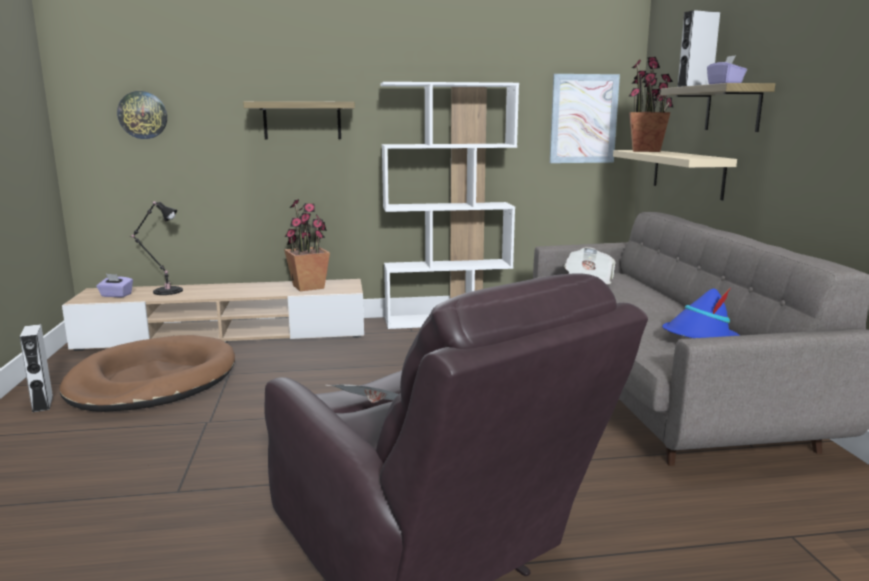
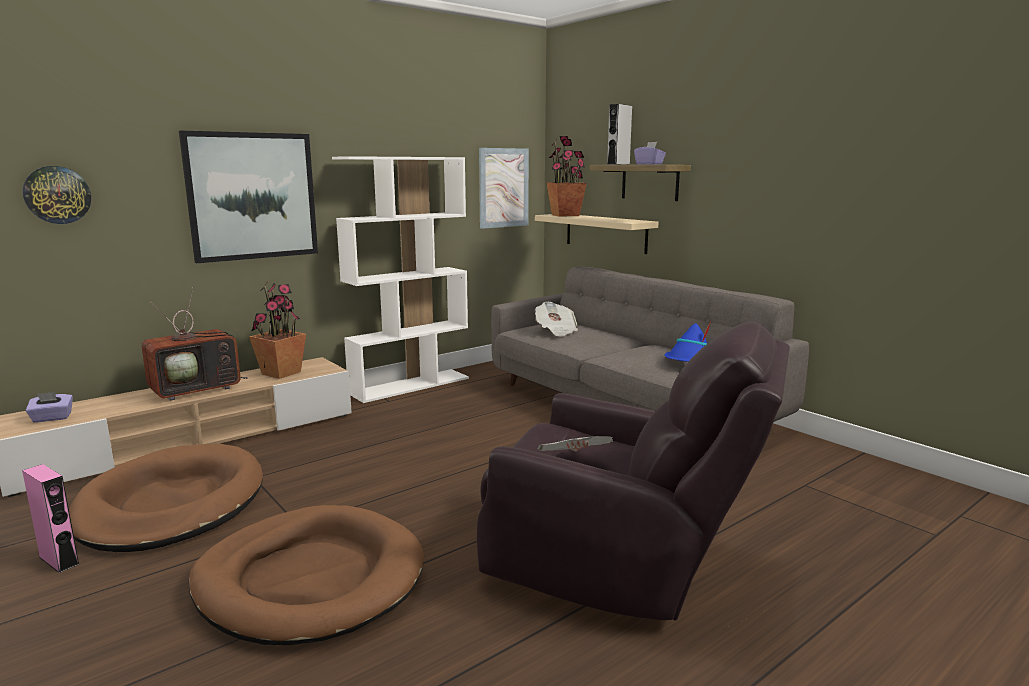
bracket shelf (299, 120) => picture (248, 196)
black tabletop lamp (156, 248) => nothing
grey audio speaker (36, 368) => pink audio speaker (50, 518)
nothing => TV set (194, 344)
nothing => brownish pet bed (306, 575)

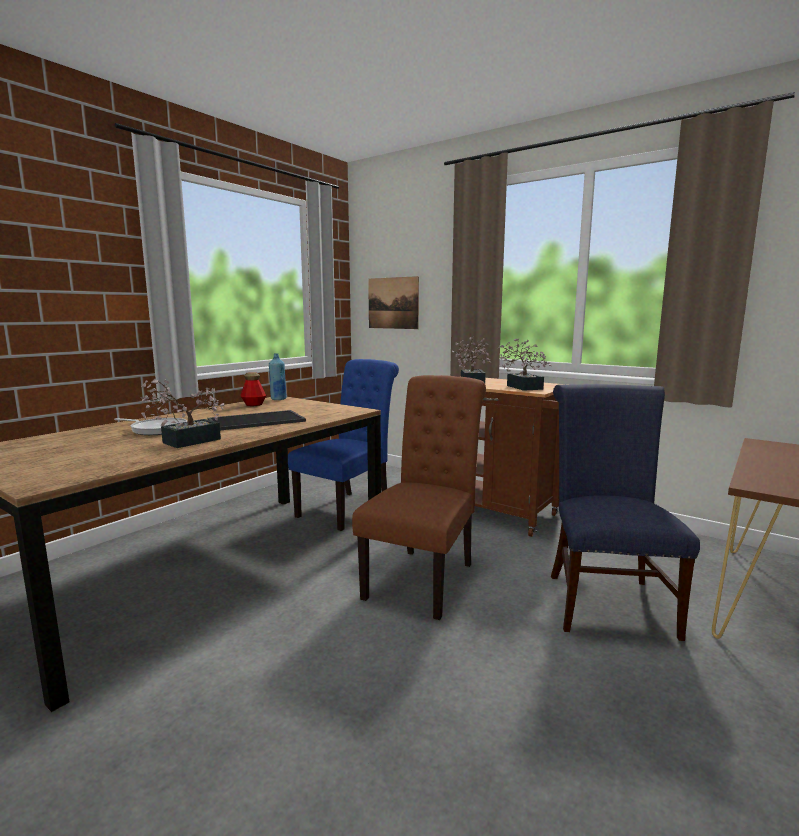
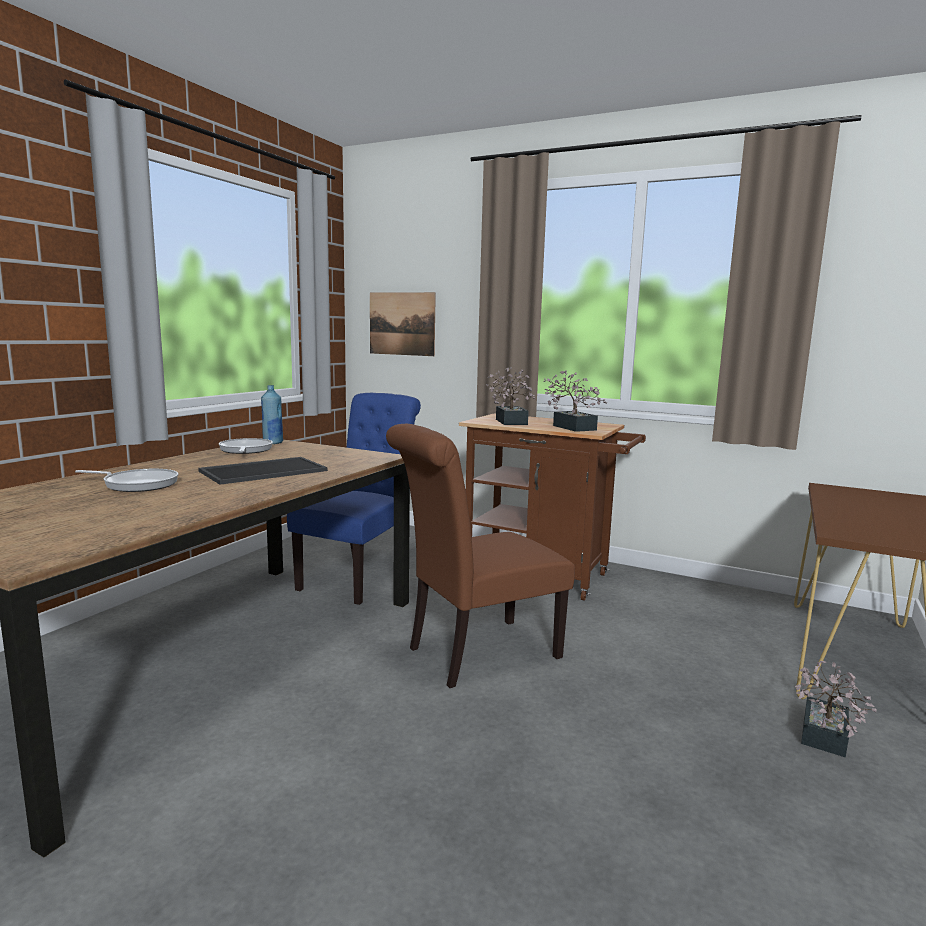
beverage bottle (253, 389) => skillet (246, 446)
brownish chair (419, 497) => brownish chair (480, 556), 135 degrees counterclockwise
potted plant (182, 413) => potted plant (836, 709), moved
blue-coloured chair (625, 512) => nothing

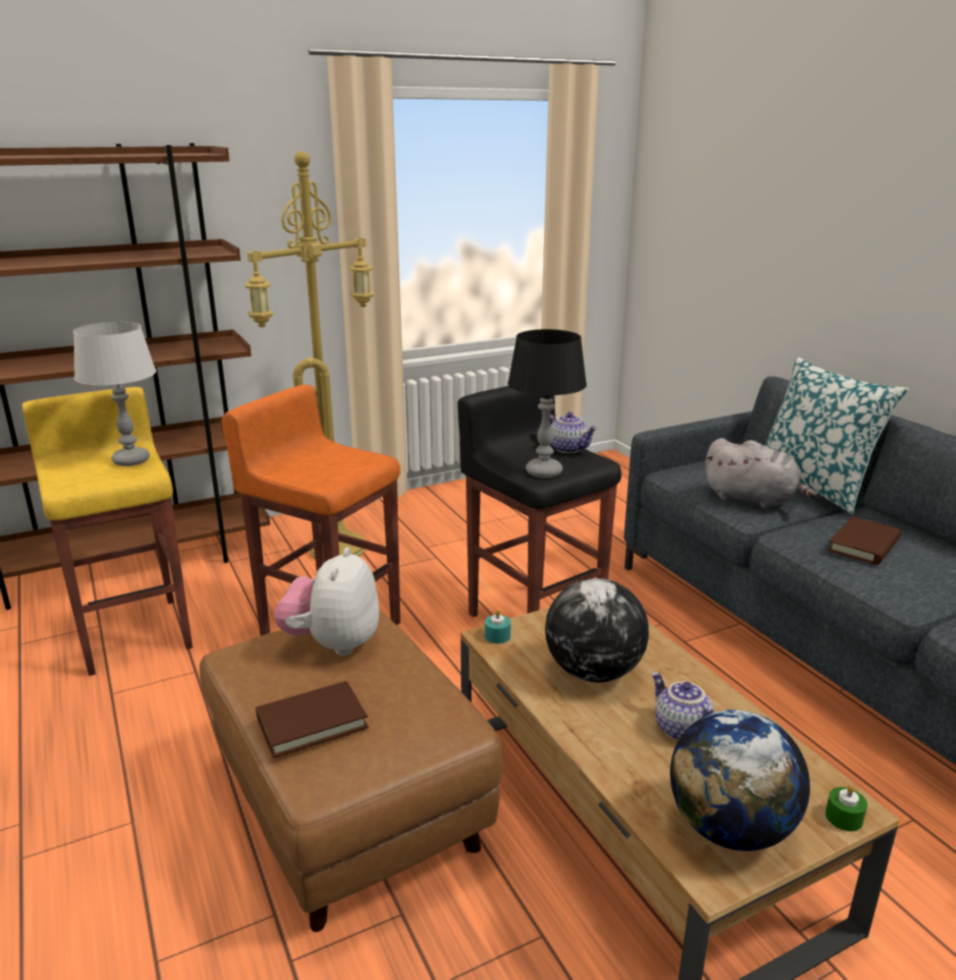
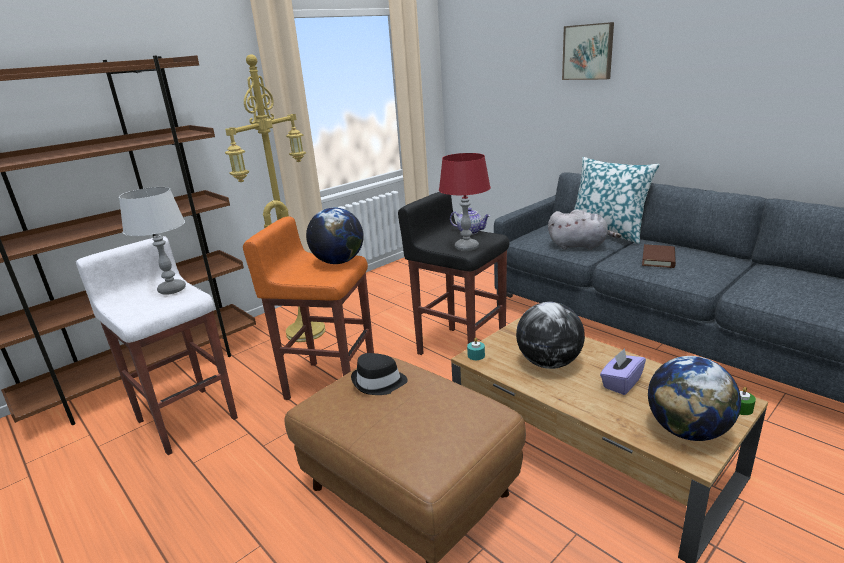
black tabletop lamp (547, 403) => red tabletop lamp (465, 202)
yellowish sitting stool (107, 531) => white sitting stool (157, 345)
soft toy (326, 601) => black wearable hat (379, 374)
tea pot (684, 706) => purple tissue box (623, 371)
brownish book (312, 719) => nothing
nothing => picture (588, 51)
nothing => world globe (335, 235)

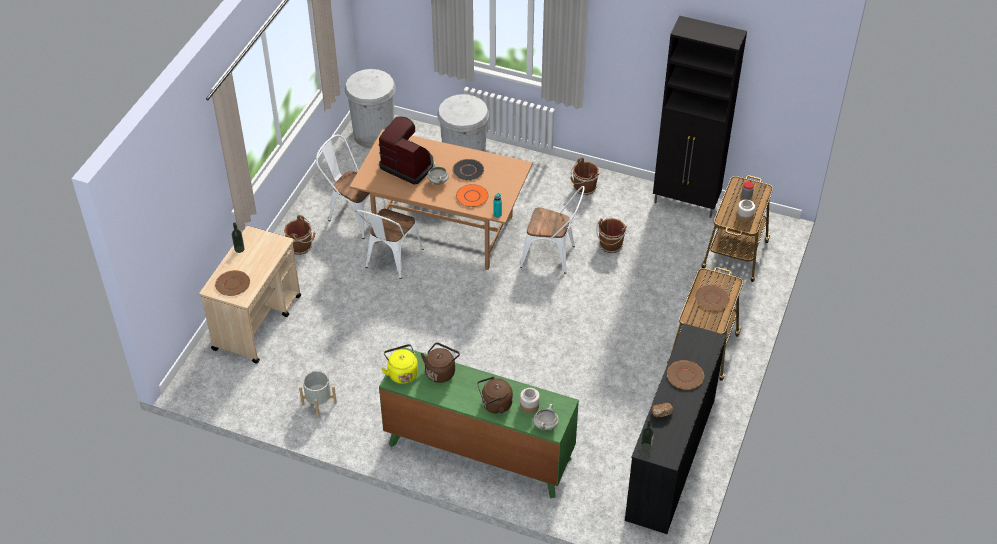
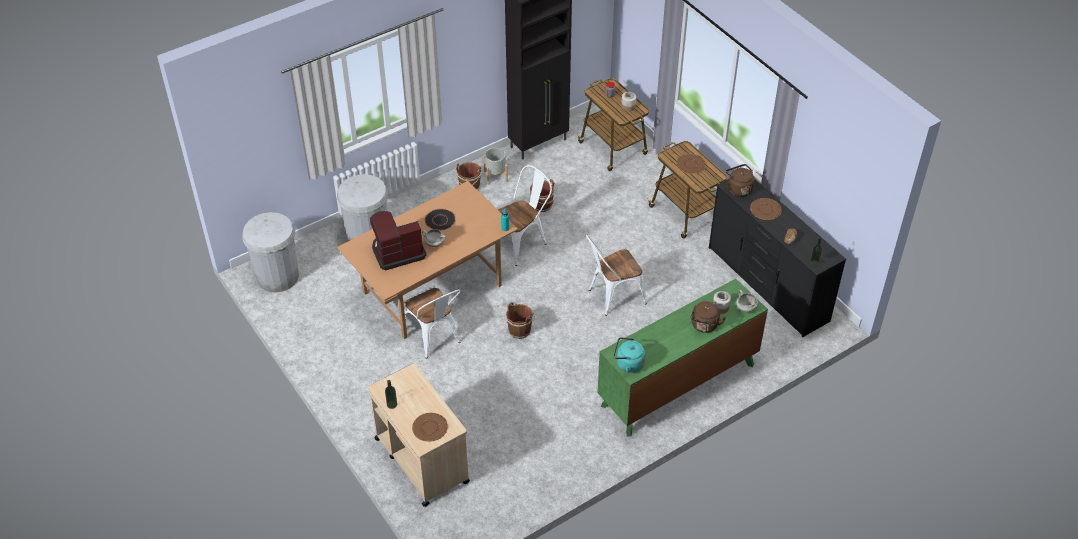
white chair (351, 187) => white chair (616, 275), moved
orange-coloured flat dish (472, 195) => nothing
brownish pail (299, 235) => brownish pail (520, 320), moved
brownish kettle (440, 362) => brownish kettle (740, 180), moved
yellowish kettle (400, 364) => blue-green kettle (629, 355)
grey plant pot (318, 394) => grey plant pot (496, 166), moved

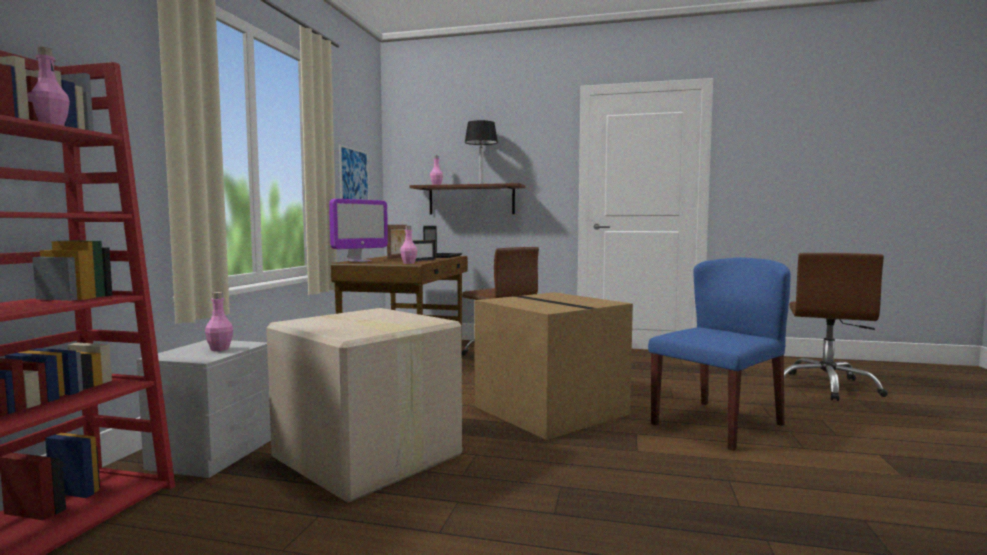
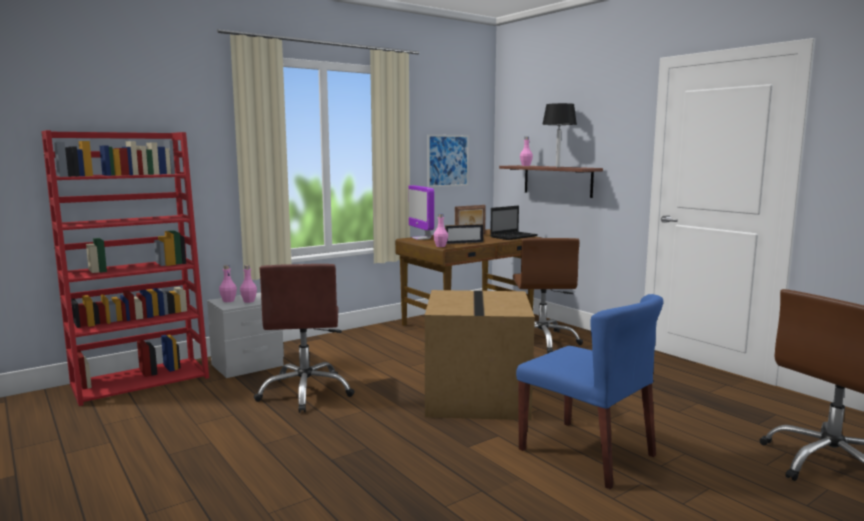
pink beverage bottle (48, 86) => pink beverage bottle (228, 283), moved
monitor (358, 230) => monitor (421, 212), 75 degrees clockwise
blue-coloured chair (719, 354) => blue-coloured chair (589, 391), 45 degrees clockwise
cardboard box (364, 405) => brownish computer chair (304, 338)

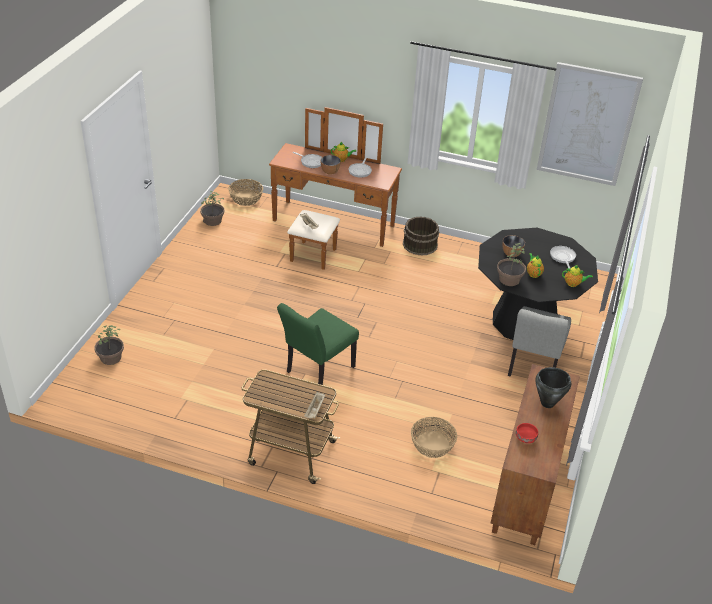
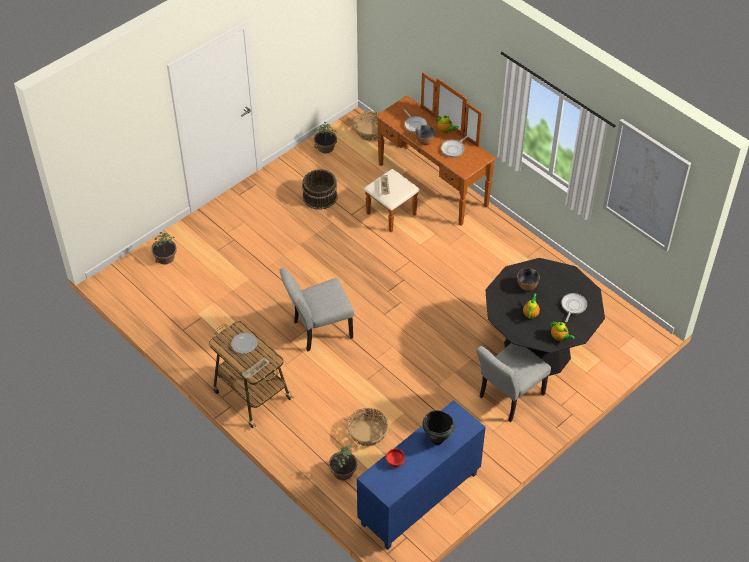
brownish pail (421, 236) => brownish pail (320, 189), moved
potted plant (511, 264) => potted plant (343, 463), moved
green chair (318, 344) => grey chair (316, 309)
brownish storage cabinet (535, 454) => blue-coloured storage cabinet (421, 475)
nothing => flat dish (244, 343)

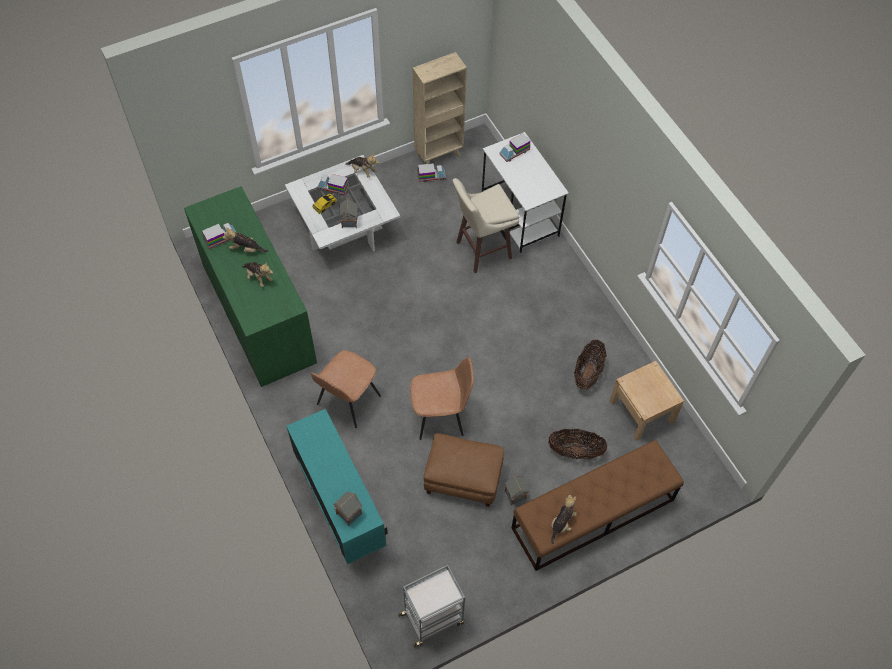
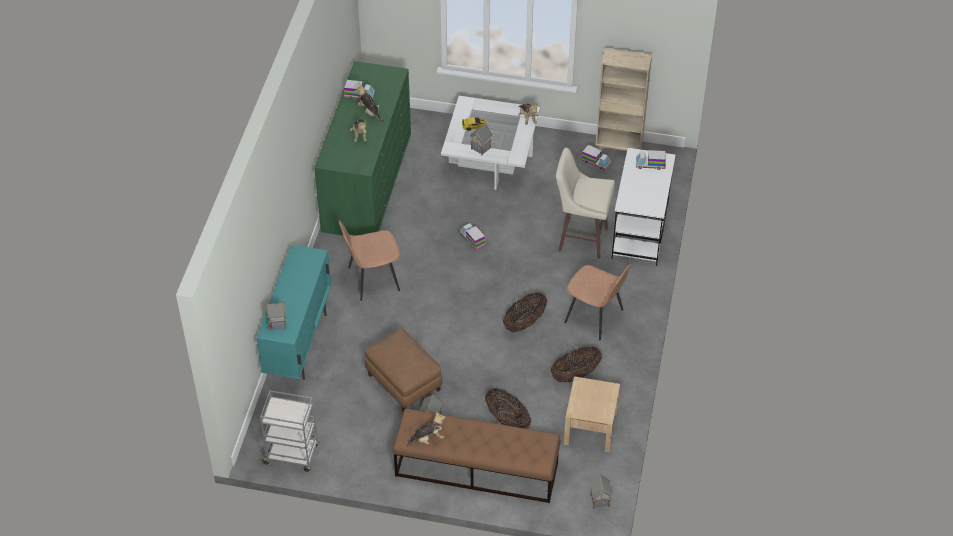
toy lorry (333, 184) => toy lorry (473, 236), moved
brownish chair (442, 398) => brownish chair (597, 302), moved
nothing => household basket (525, 312)
nothing => model house (601, 492)

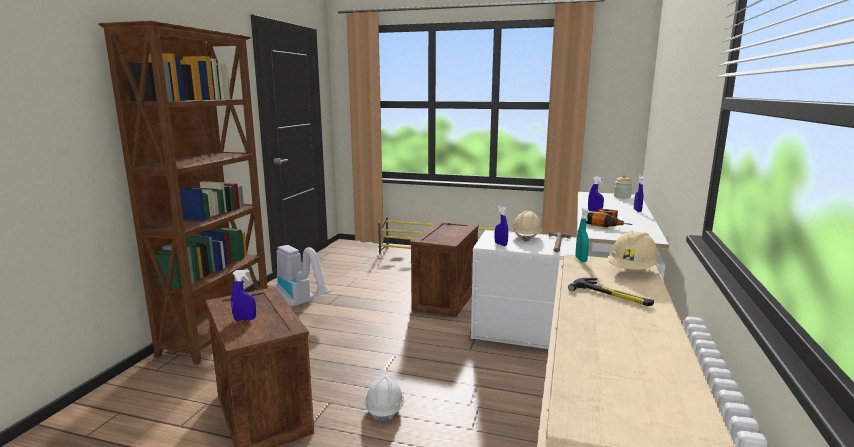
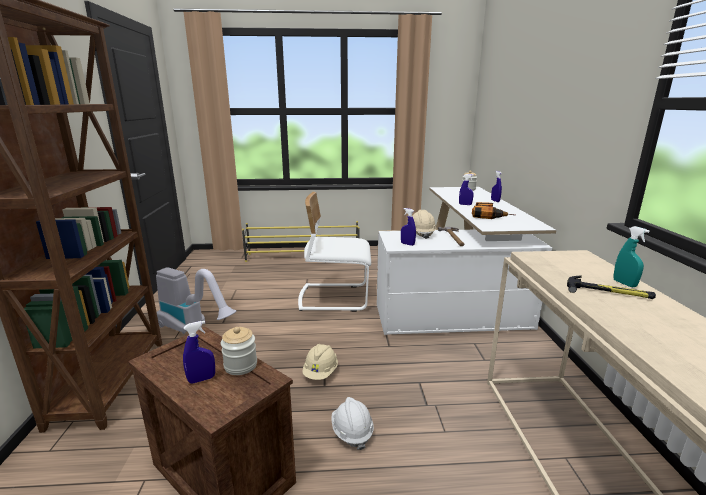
blue-green hand sprayer (582, 234) => blue-green hand sprayer (631, 256), moved
packing crate (444, 269) => white chair (334, 252)
beige hard hat (634, 250) => beige hard hat (320, 362), moved
nothing => jar (239, 351)

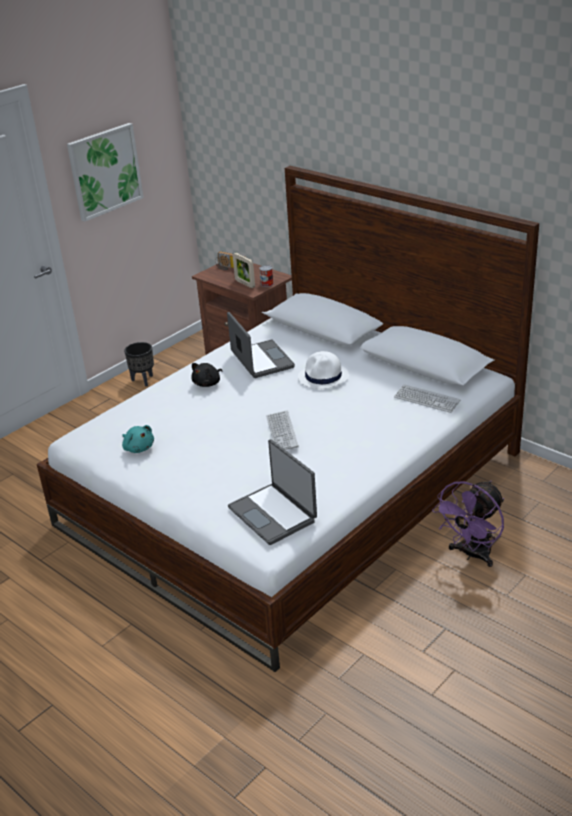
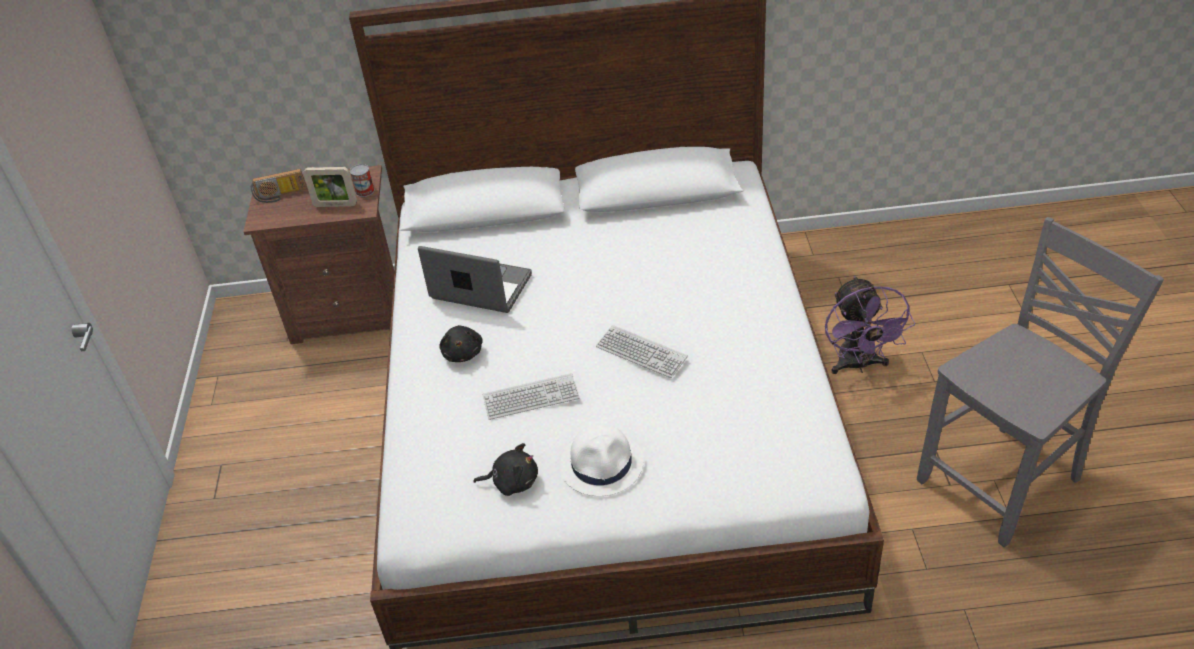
picture (105, 172) => nothing
black plant pot (139, 364) => nothing
white wearable hat (323, 370) => white wearable hat (602, 460), moved
computer keyboard (427, 398) => computer keyboard (531, 396), moved
blue-green soft toy (138, 439) => black soft toy (506, 469)
portable computer (272, 492) => nothing
nothing => grey chair (1040, 382)

